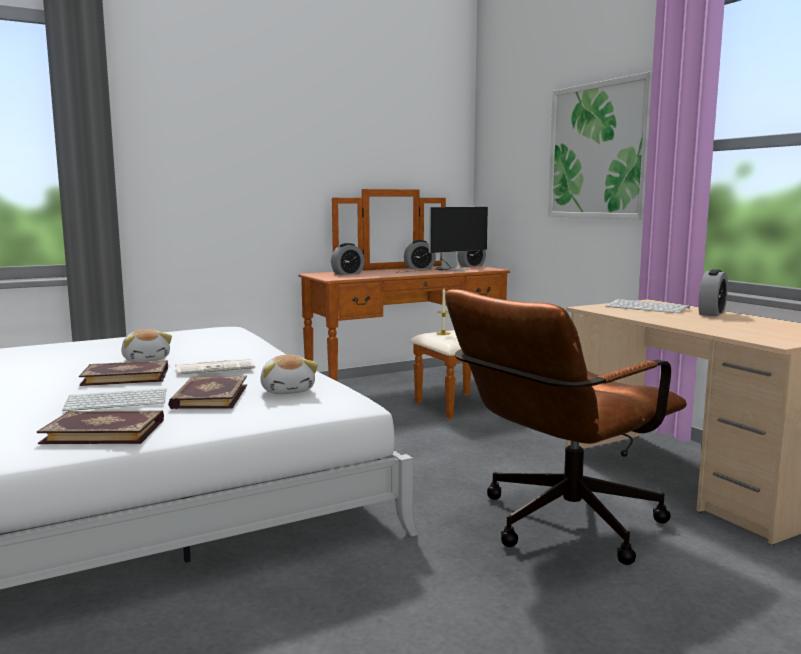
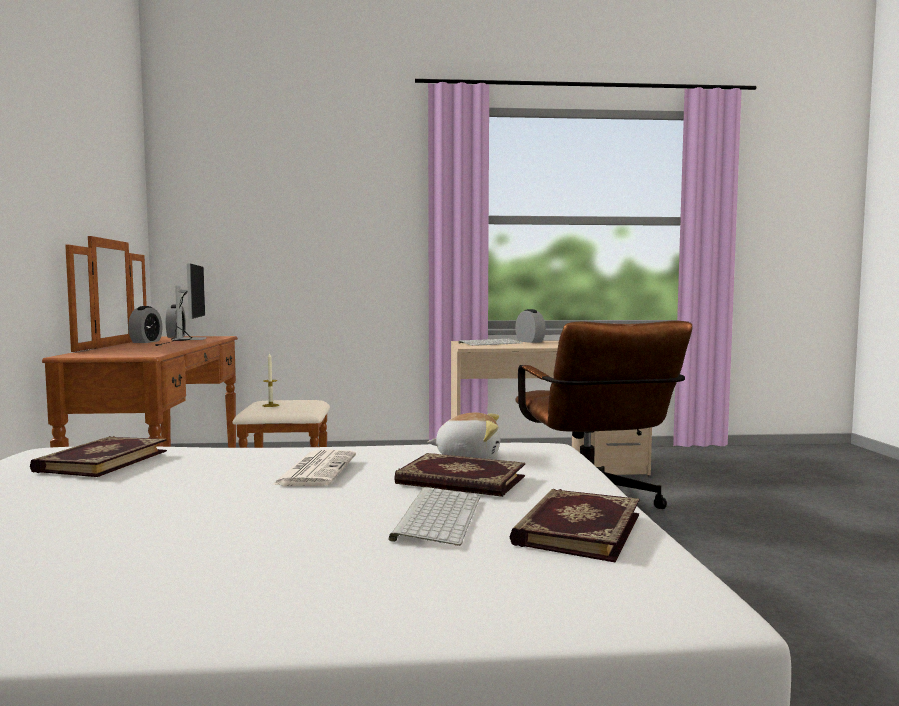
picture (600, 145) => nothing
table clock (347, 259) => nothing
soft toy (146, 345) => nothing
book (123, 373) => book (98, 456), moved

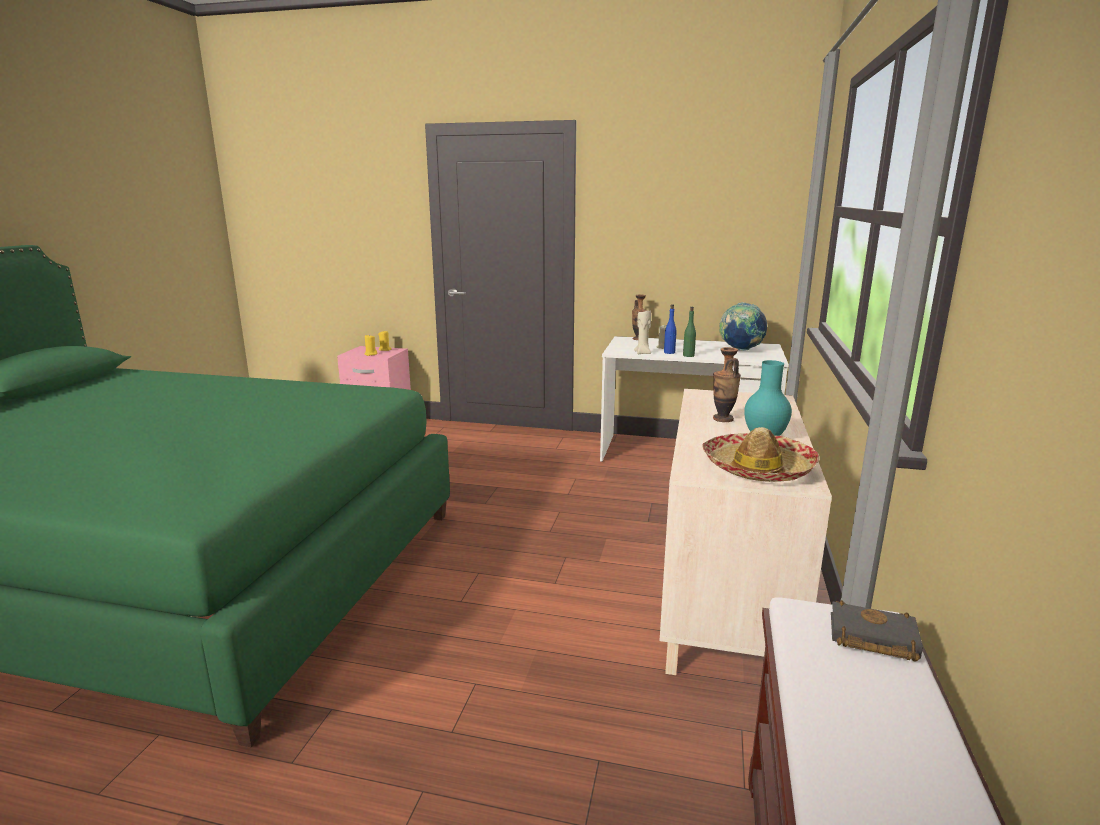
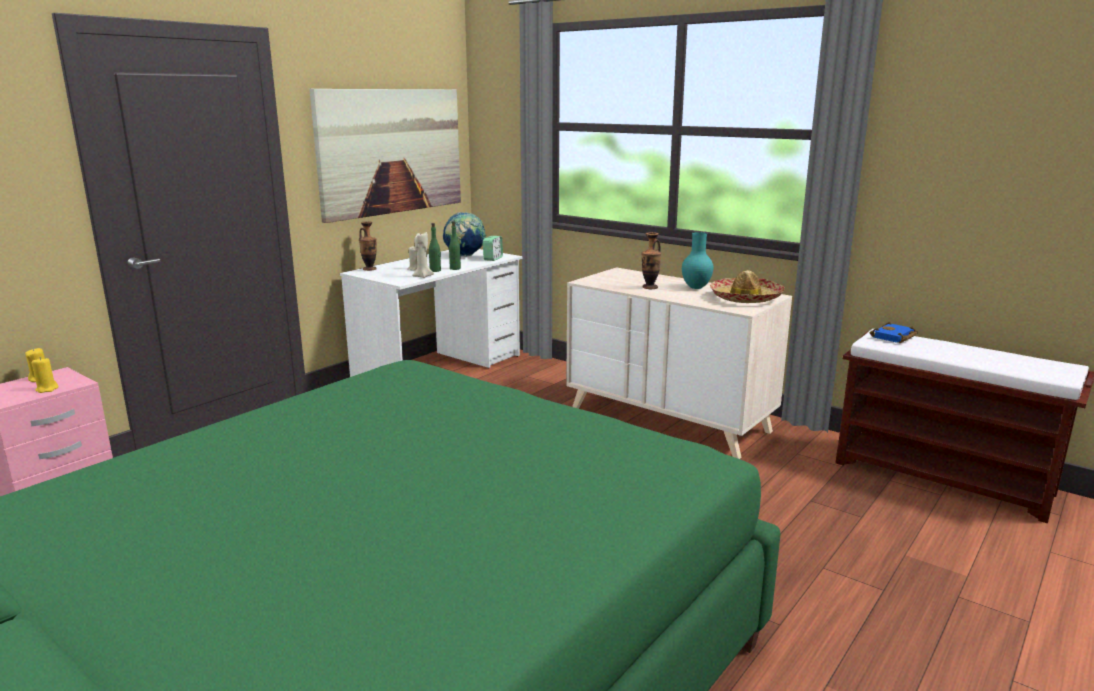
blue-coloured beverage bottle (670, 329) => green beverage bottle (435, 247)
black book (877, 631) => blue-coloured book (894, 332)
nothing => picture (385, 156)
nothing => table clock (493, 248)

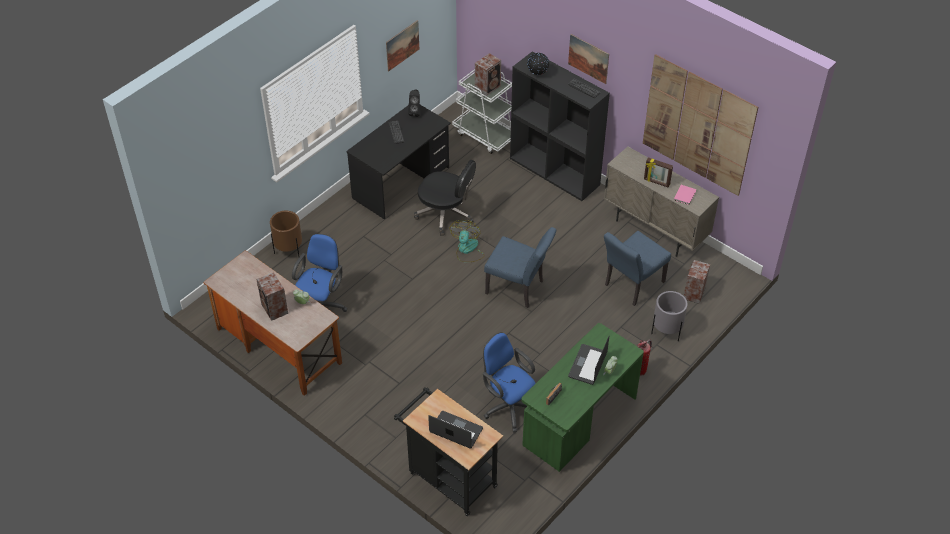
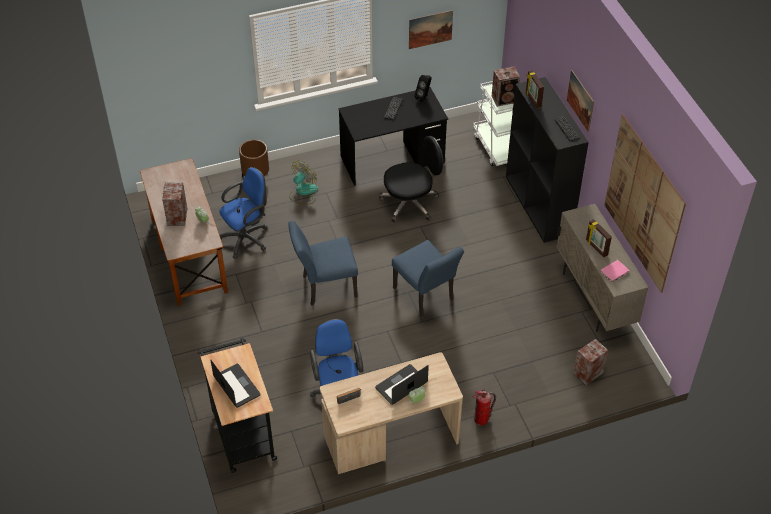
world globe (538, 64) => photo frame (535, 89)
black computer chair (445, 198) => black computer chair (411, 179), 75 degrees counterclockwise
fan (467, 241) => fan (303, 182), moved
blue-coloured chair (637, 268) => blue-coloured chair (323, 263), moved
grey plant pot (669, 316) => nothing
green desk table (582, 397) => beige desk table (391, 413)

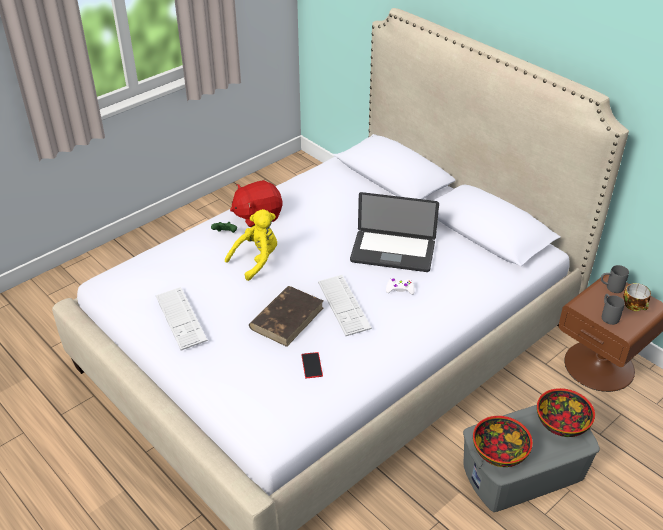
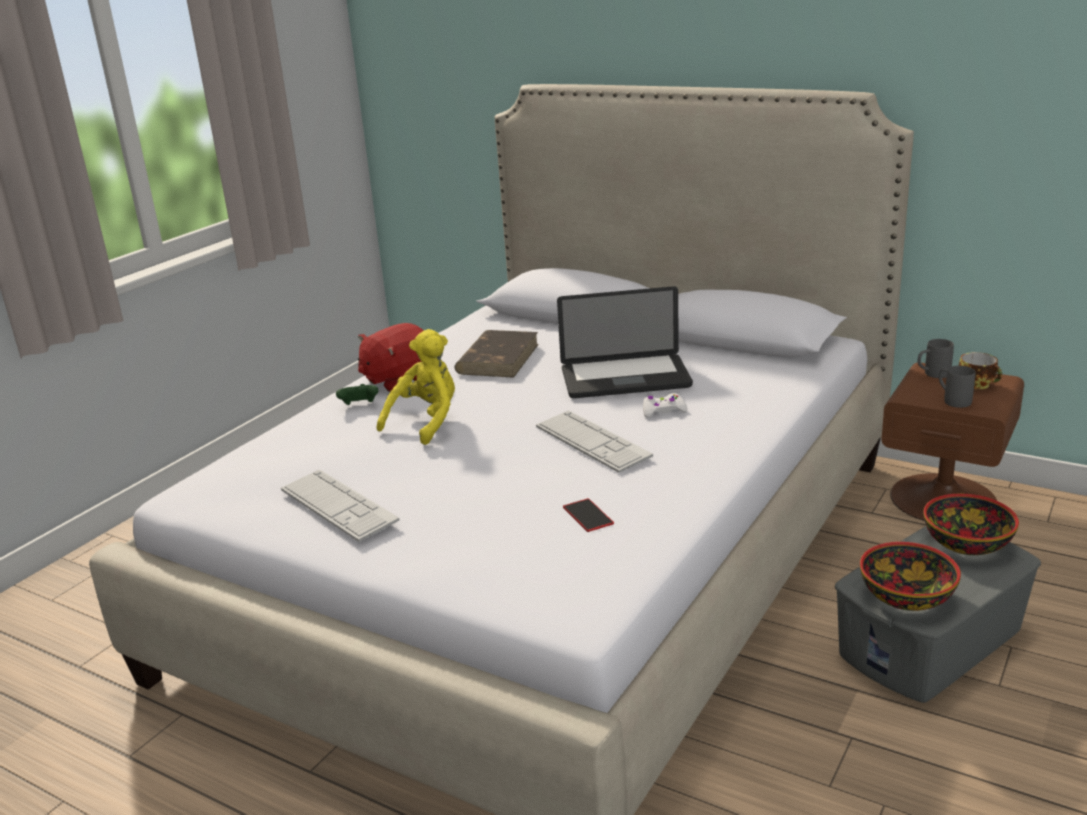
brownish book (286, 316) => brownish book (497, 354), moved

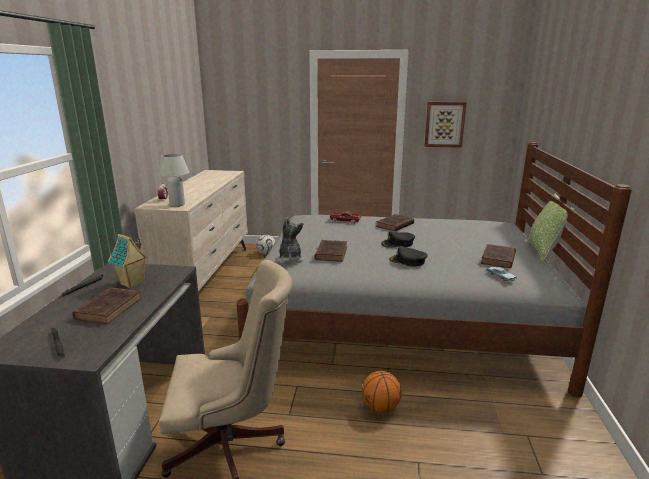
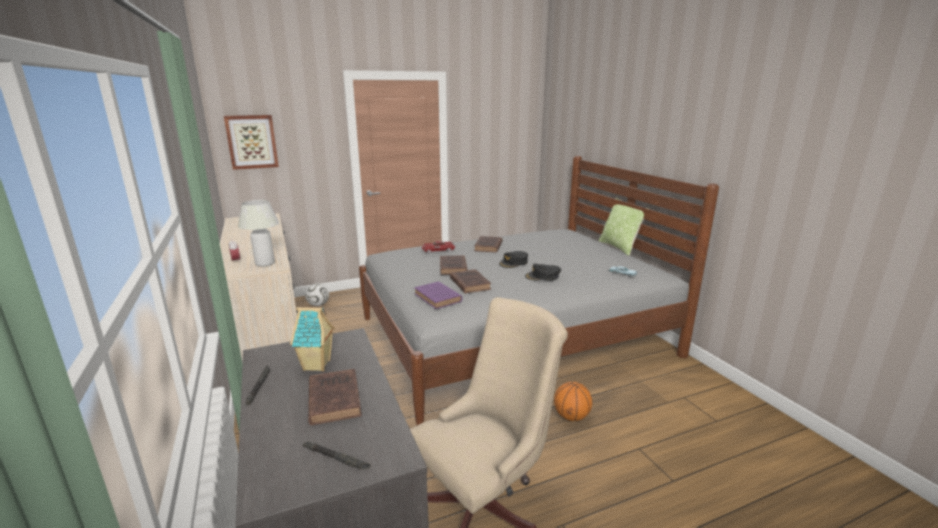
picture (445, 125) => picture (251, 142), moved
soft toy (290, 240) => purple book (438, 295)
brownish book (498, 256) => brownish book (453, 265), moved

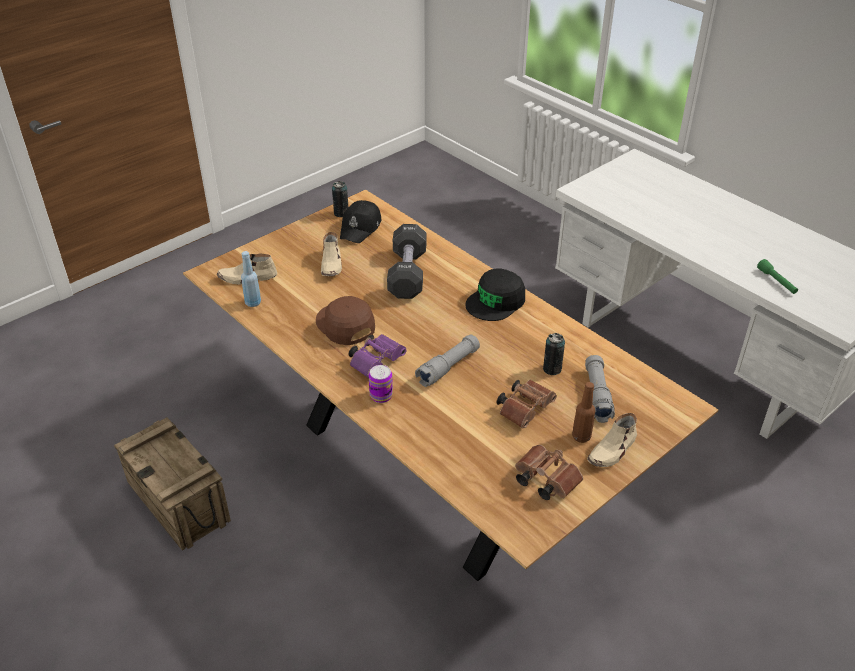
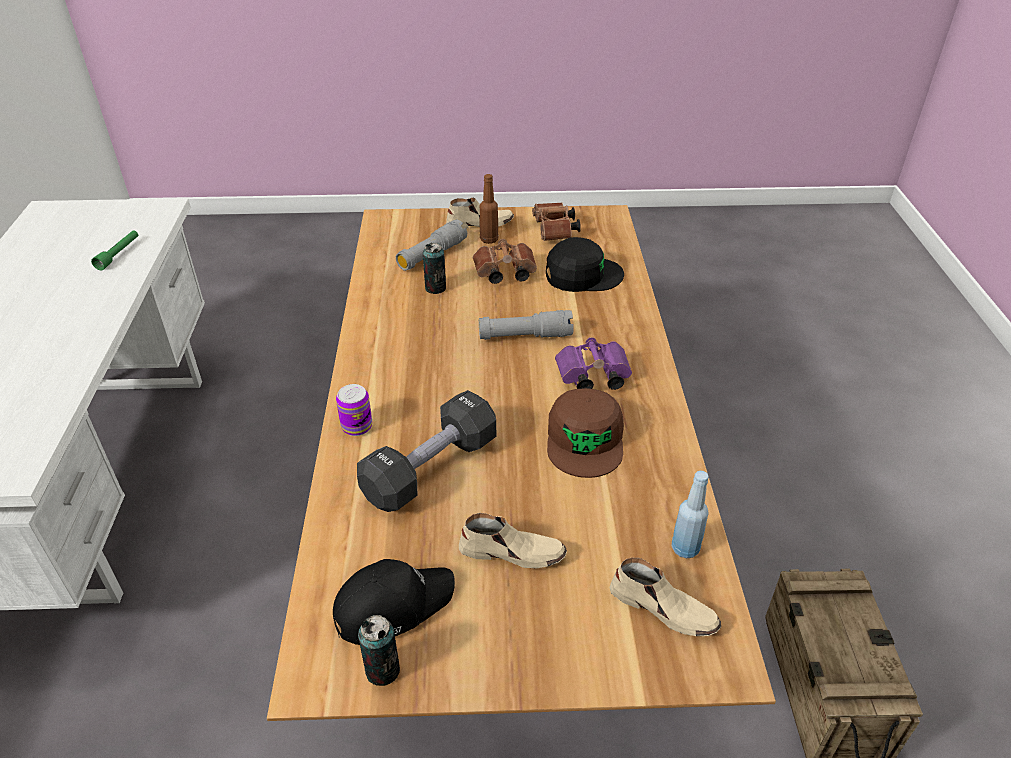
beige low shoe (331, 254) => beige low shoe (513, 541), 60 degrees clockwise
black cap (495, 294) => black cap (585, 264), moved
metal can (380, 384) => metal can (354, 410), moved

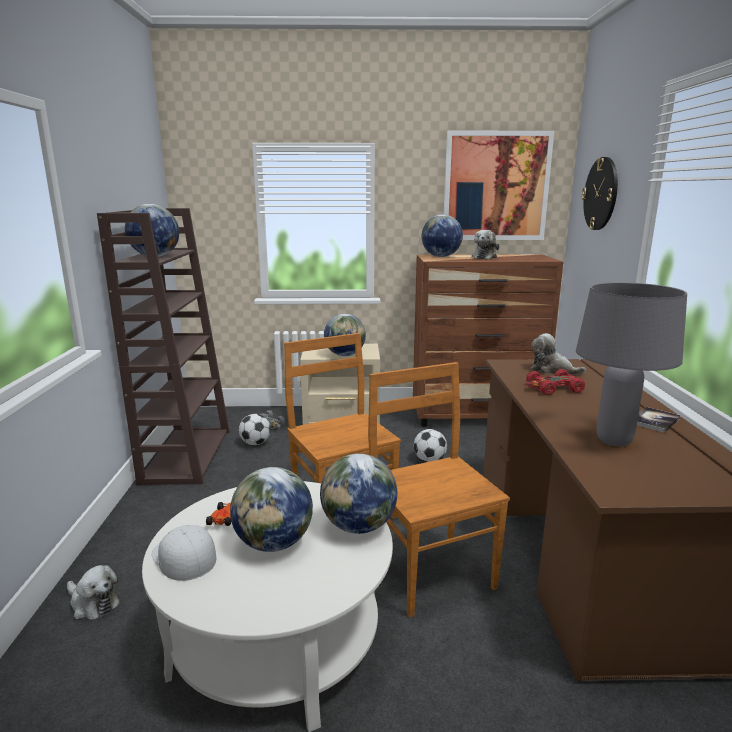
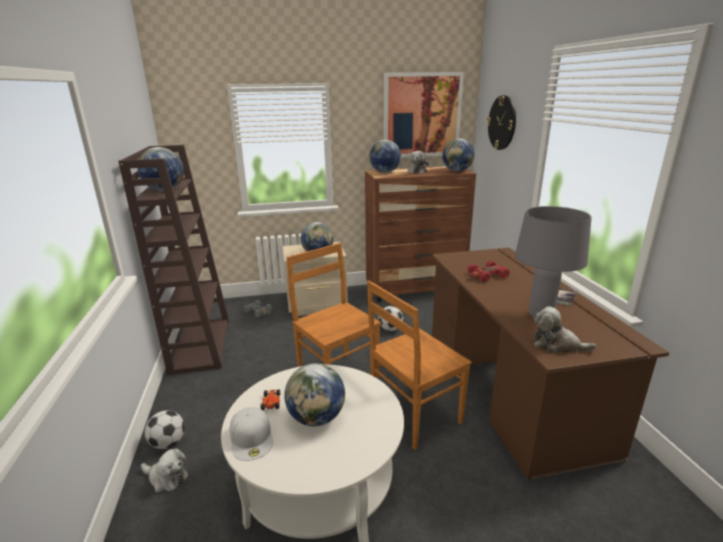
soft toy (558, 354) => soft toy (565, 329), moved
brownish chair (439, 490) => brownish chair (419, 365), 90 degrees counterclockwise
football ball (255, 429) => football ball (165, 429), moved
world globe (358, 493) => world globe (458, 155), moved
white cap (184, 553) => white cap (251, 434), 150 degrees counterclockwise

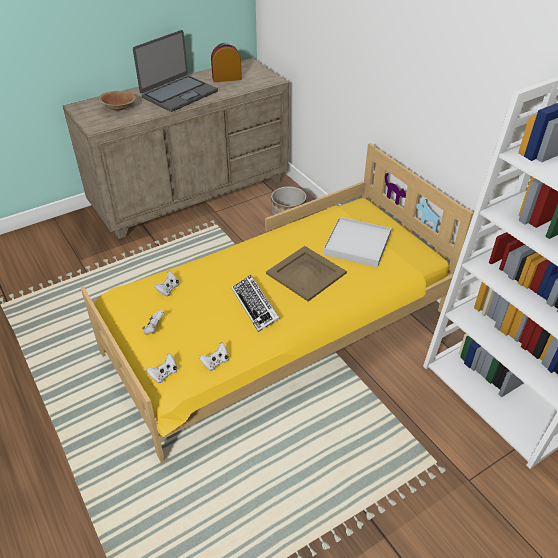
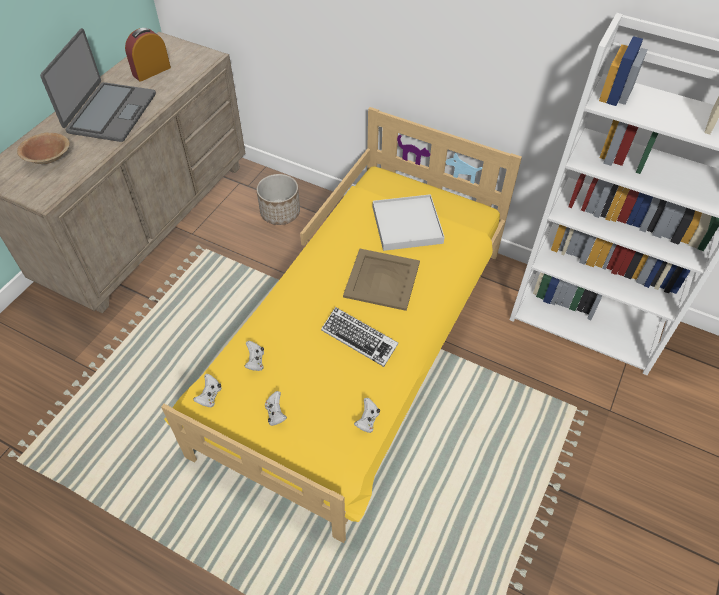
white game controller (161, 368) => white game controller (207, 391), moved

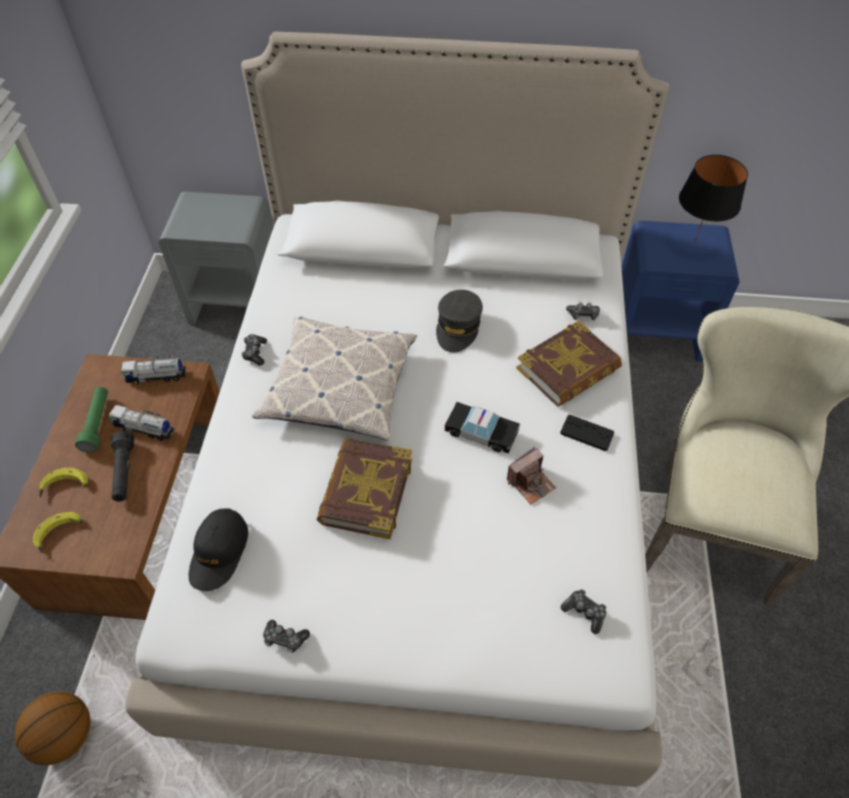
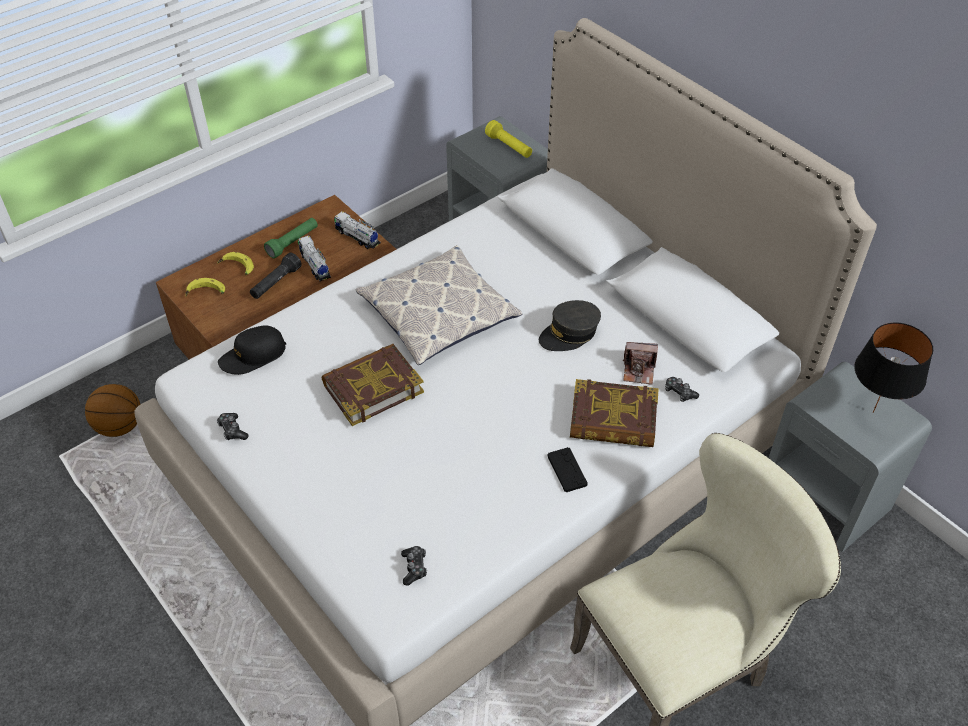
blue-coloured bedside table (680, 291) => grey bedside table (850, 457)
game controller (254, 350) => nothing
model car (482, 428) => nothing
photo camera (531, 475) => photo camera (640, 363), moved
nothing => yellowish torch (508, 139)

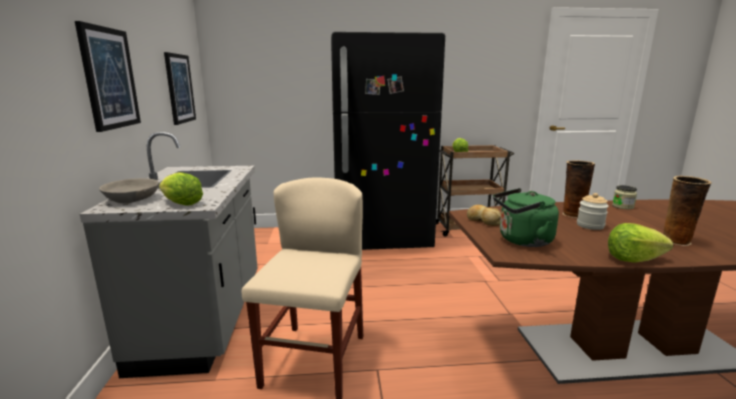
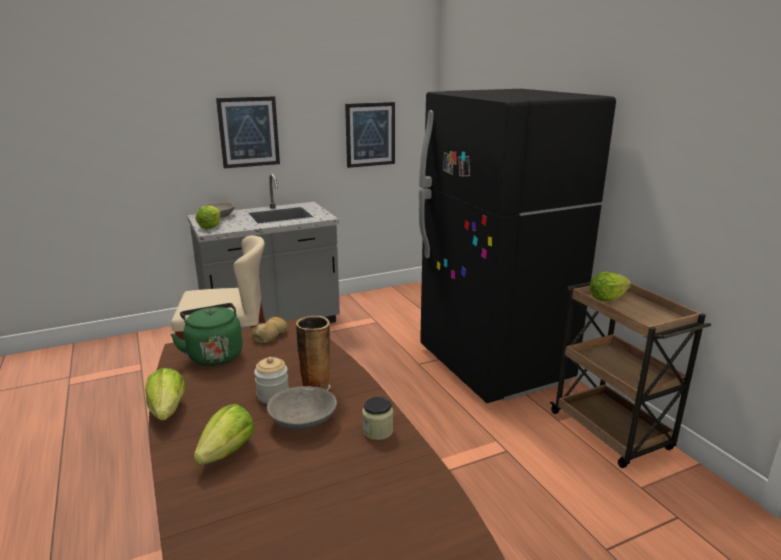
flower vase (688, 211) => lettuce (224, 434)
nothing => grey bowl (302, 408)

